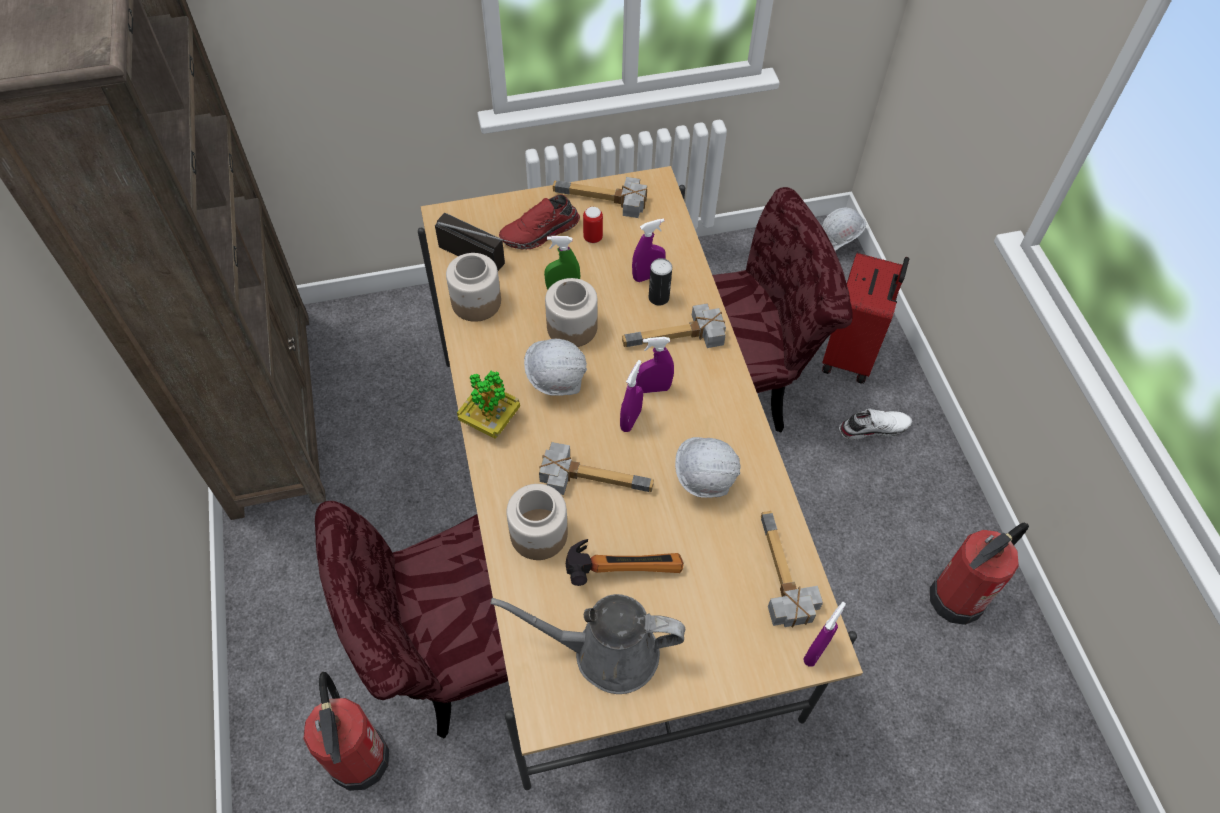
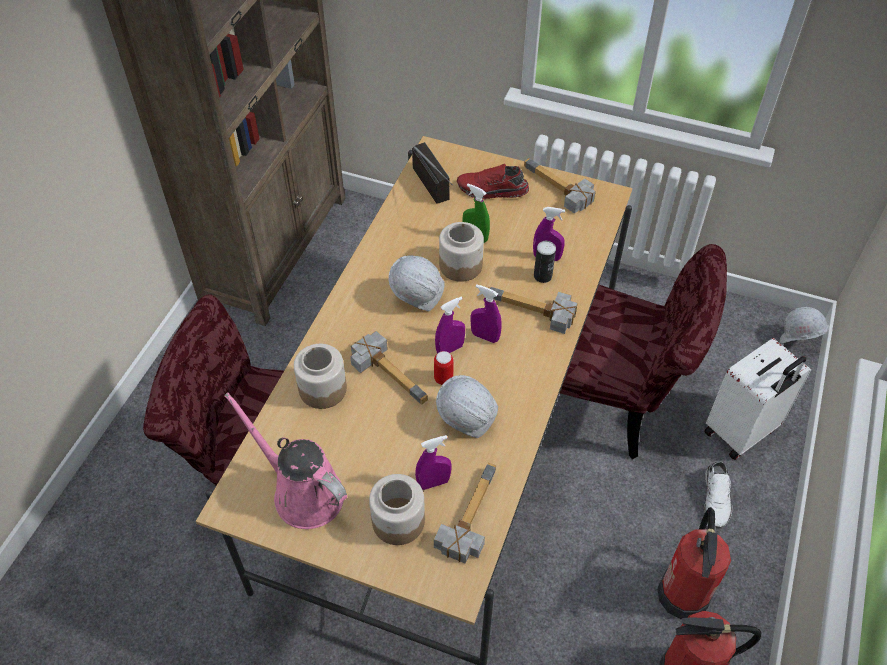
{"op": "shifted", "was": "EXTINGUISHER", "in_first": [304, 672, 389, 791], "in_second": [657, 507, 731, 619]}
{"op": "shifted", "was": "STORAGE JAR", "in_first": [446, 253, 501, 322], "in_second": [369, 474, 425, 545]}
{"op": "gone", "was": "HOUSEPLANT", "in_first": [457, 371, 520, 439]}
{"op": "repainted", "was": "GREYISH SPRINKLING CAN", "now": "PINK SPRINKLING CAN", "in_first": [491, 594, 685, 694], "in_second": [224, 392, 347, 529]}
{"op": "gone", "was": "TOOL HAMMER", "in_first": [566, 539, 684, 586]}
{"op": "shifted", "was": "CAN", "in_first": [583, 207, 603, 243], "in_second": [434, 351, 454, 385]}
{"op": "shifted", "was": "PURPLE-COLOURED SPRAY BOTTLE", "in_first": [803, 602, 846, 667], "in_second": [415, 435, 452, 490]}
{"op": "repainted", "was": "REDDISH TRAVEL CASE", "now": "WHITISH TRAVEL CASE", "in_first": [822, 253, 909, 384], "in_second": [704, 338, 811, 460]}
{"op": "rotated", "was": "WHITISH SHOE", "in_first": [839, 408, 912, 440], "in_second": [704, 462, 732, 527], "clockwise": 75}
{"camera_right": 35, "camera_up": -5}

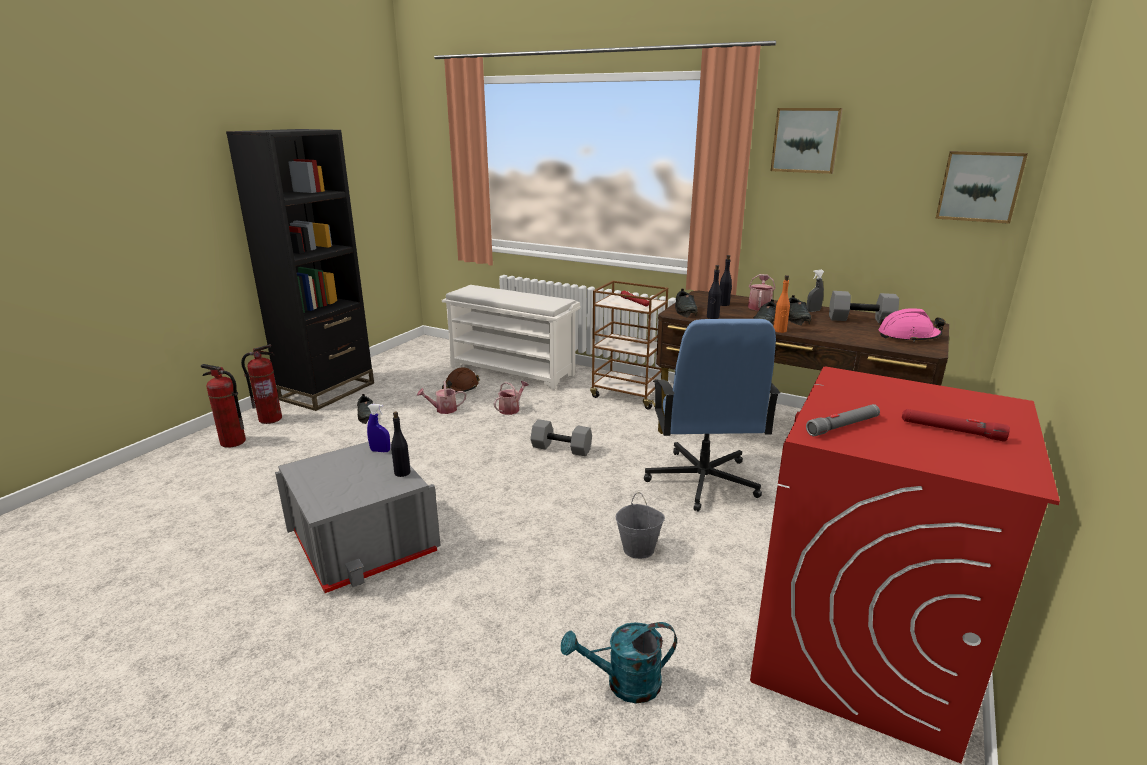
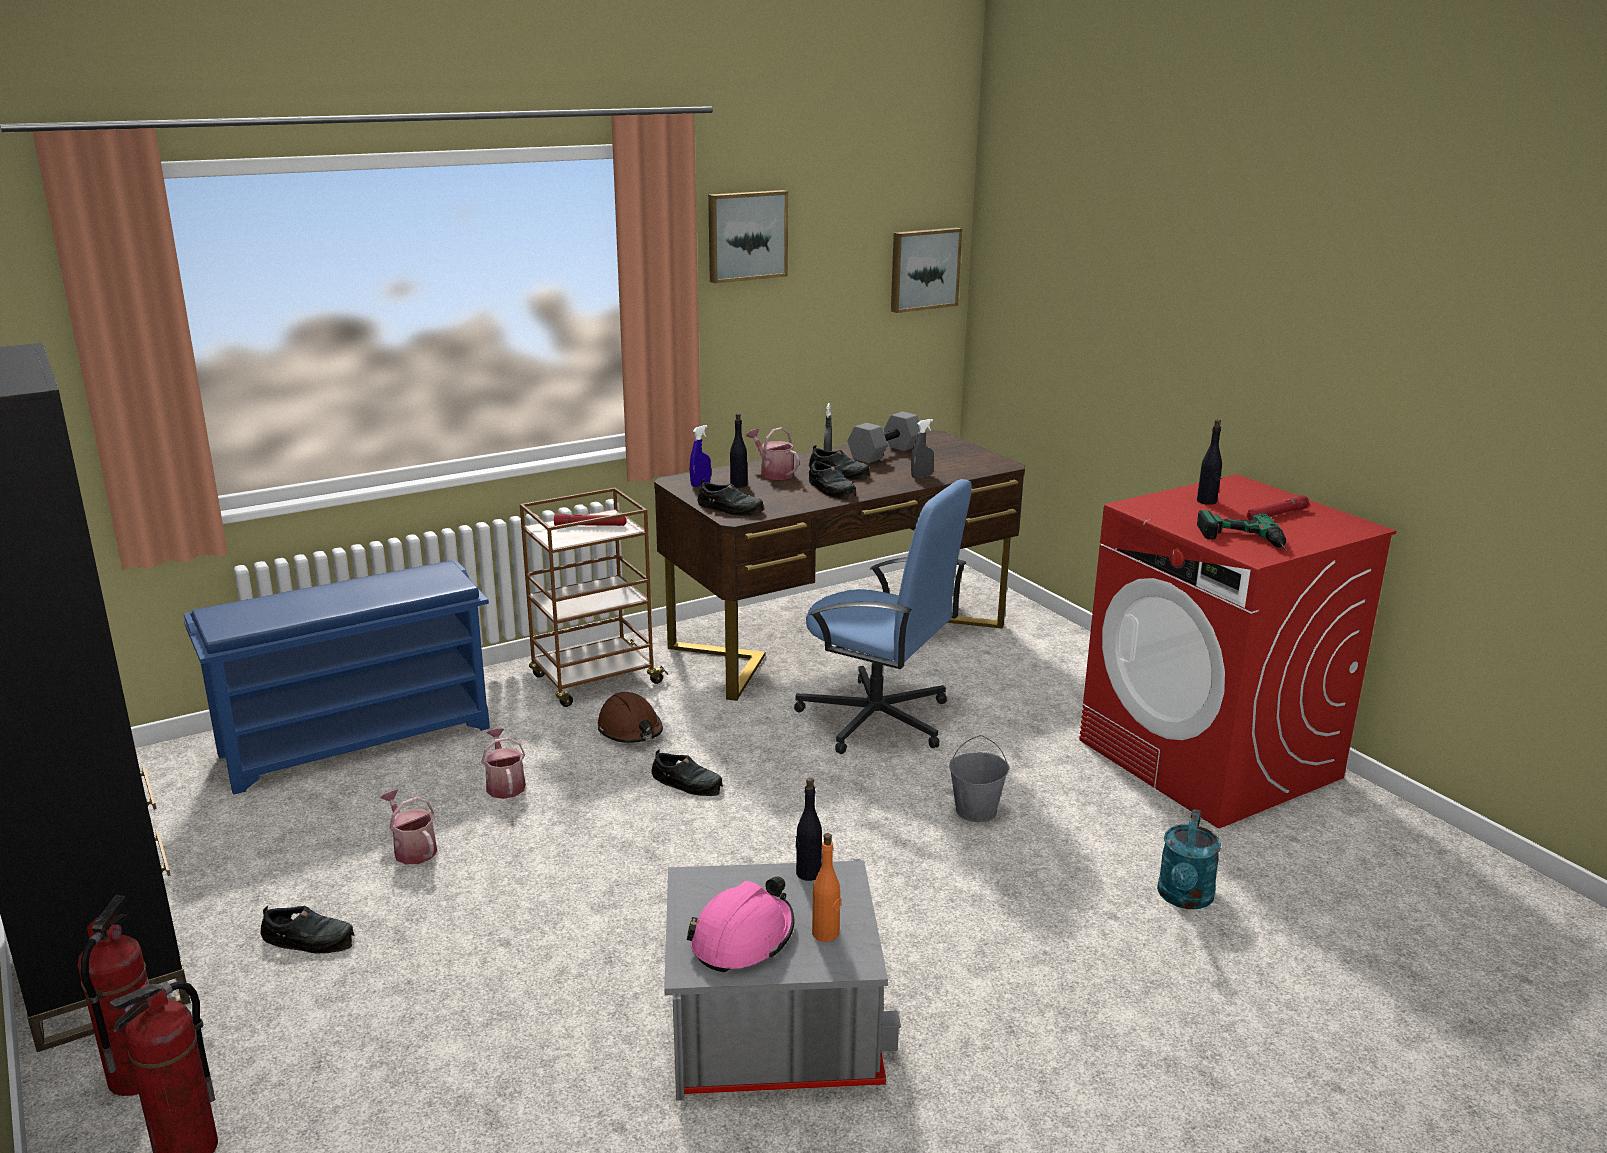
{"op": "shifted", "was": "BLUISH SPRAY BOTTLE", "in_first": [367, 404, 390, 453], "in_second": [690, 425, 711, 487]}
{"op": "rotated", "was": "SPRINKLING CAN", "in_first": [417, 381, 466, 414], "in_second": [380, 790, 438, 865], "clockwise": 120}
{"op": "repainted", "was": "WHITISH SHOE RACK", "now": "BLUISH SHOE RACK", "in_first": [442, 285, 580, 390], "in_second": [184, 561, 490, 795]}
{"op": "shifted", "was": "BROWNISH SAFETY HELMET", "in_first": [442, 367, 480, 392], "in_second": [598, 692, 663, 743]}
{"op": "swapped", "was": "GREYISH FREE WEIGHT", "now": "BLACK-COLOURED SHOE", "in_first": [530, 419, 592, 456], "in_second": [651, 749, 723, 796]}
{"op": "shifted", "was": "BLACK-COLOURED BOTTLE", "in_first": [707, 265, 721, 319], "in_second": [1197, 419, 1222, 505]}
{"op": "shifted", "was": "ORANGEY BOTTLE", "in_first": [774, 275, 790, 333], "in_second": [812, 833, 841, 942]}
{"op": "swapped", "was": "GREYISH FLASHLIGHT", "now": "ELECTRIC DRILL", "in_first": [806, 404, 880, 436], "in_second": [1197, 510, 1287, 551]}
{"op": "shifted", "was": "PINK SAFETY HELMET", "in_first": [879, 308, 945, 342], "in_second": [687, 876, 794, 972]}
{"op": "new", "now": "GREYISH SPRAY BOTTLE", "in_second": [911, 419, 934, 479]}
{"camera_right": -60, "camera_up": 0}

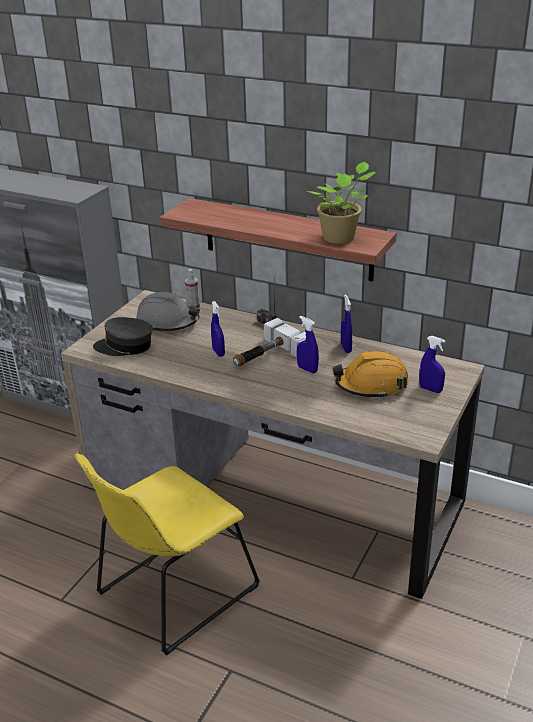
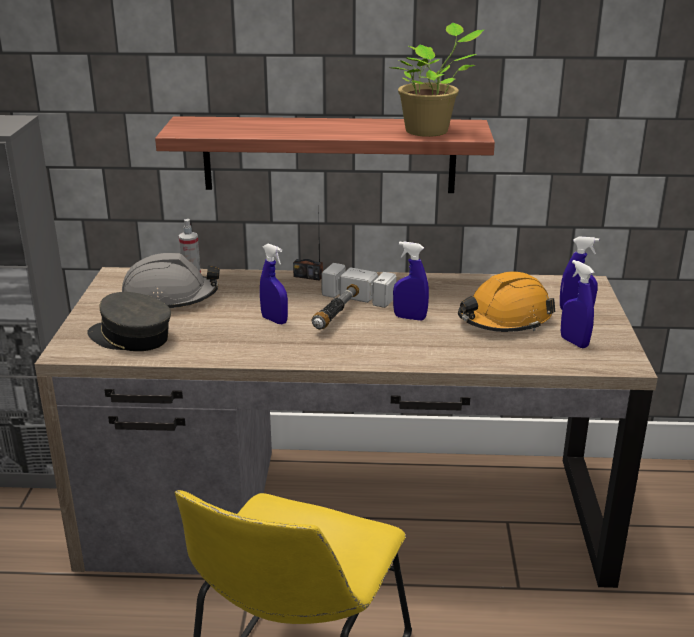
{"op": "rotated", "was": "GREYISH CAP", "in_first": [93, 317, 153, 356], "in_second": [87, 292, 171, 351], "clockwise": 45}
{"op": "shifted", "was": "BLUISH SPRAY BOTTLE", "in_first": [341, 294, 352, 353], "in_second": [561, 260, 594, 348]}
{"camera_right": -25, "camera_up": -5}

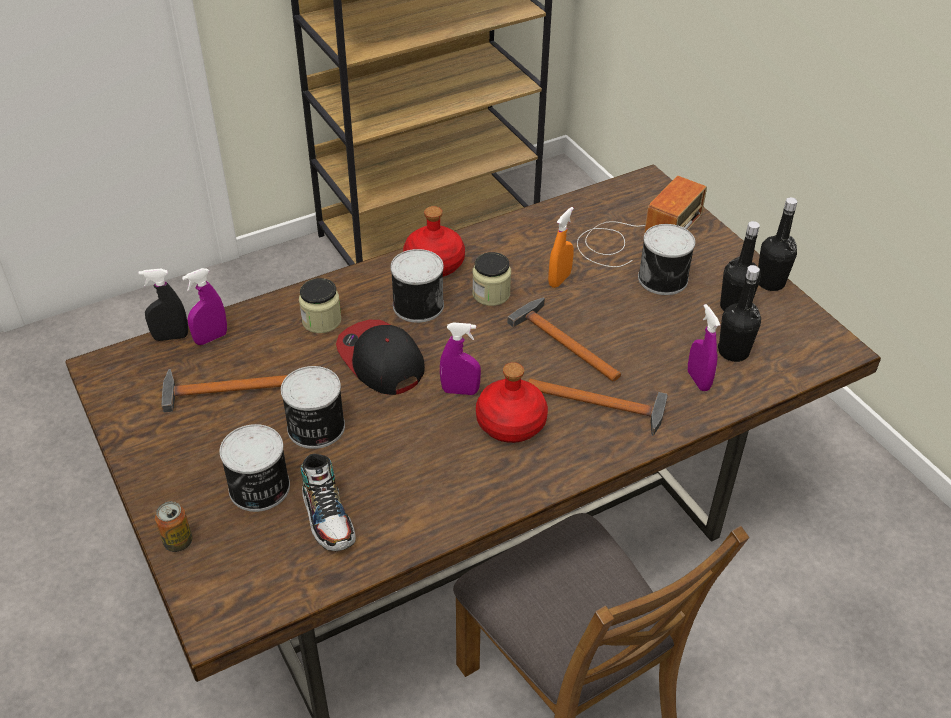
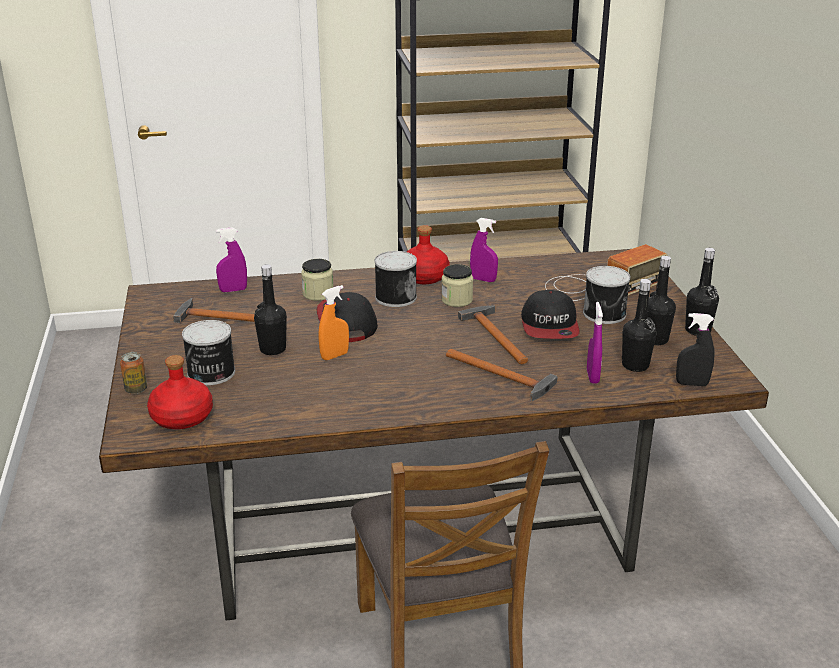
{"op": "shifted", "was": "BLACK-COLOURED SPRAY BOTTLE", "in_first": [139, 269, 188, 341], "in_second": [676, 313, 714, 386]}
{"op": "swapped", "was": "CAN", "now": "BLACK-COLOURED BOTTLE", "in_first": [281, 366, 345, 449], "in_second": [254, 264, 287, 355]}
{"op": "gone", "was": "SHOE", "in_first": [301, 454, 356, 551]}
{"op": "shifted", "was": "PURPLE-COLOURED SPRAY BOTTLE", "in_first": [440, 323, 481, 395], "in_second": [470, 218, 498, 282]}
{"op": "shifted", "was": "REDDISH BOTTLE", "in_first": [476, 362, 548, 443], "in_second": [147, 355, 213, 429]}
{"op": "shifted", "was": "ORANGEY SPRAY BOTTLE", "in_first": [548, 207, 574, 288], "in_second": [319, 285, 349, 360]}
{"op": "new", "now": "CAP", "in_second": [521, 290, 580, 339]}
{"camera_right": 20, "camera_up": -15}

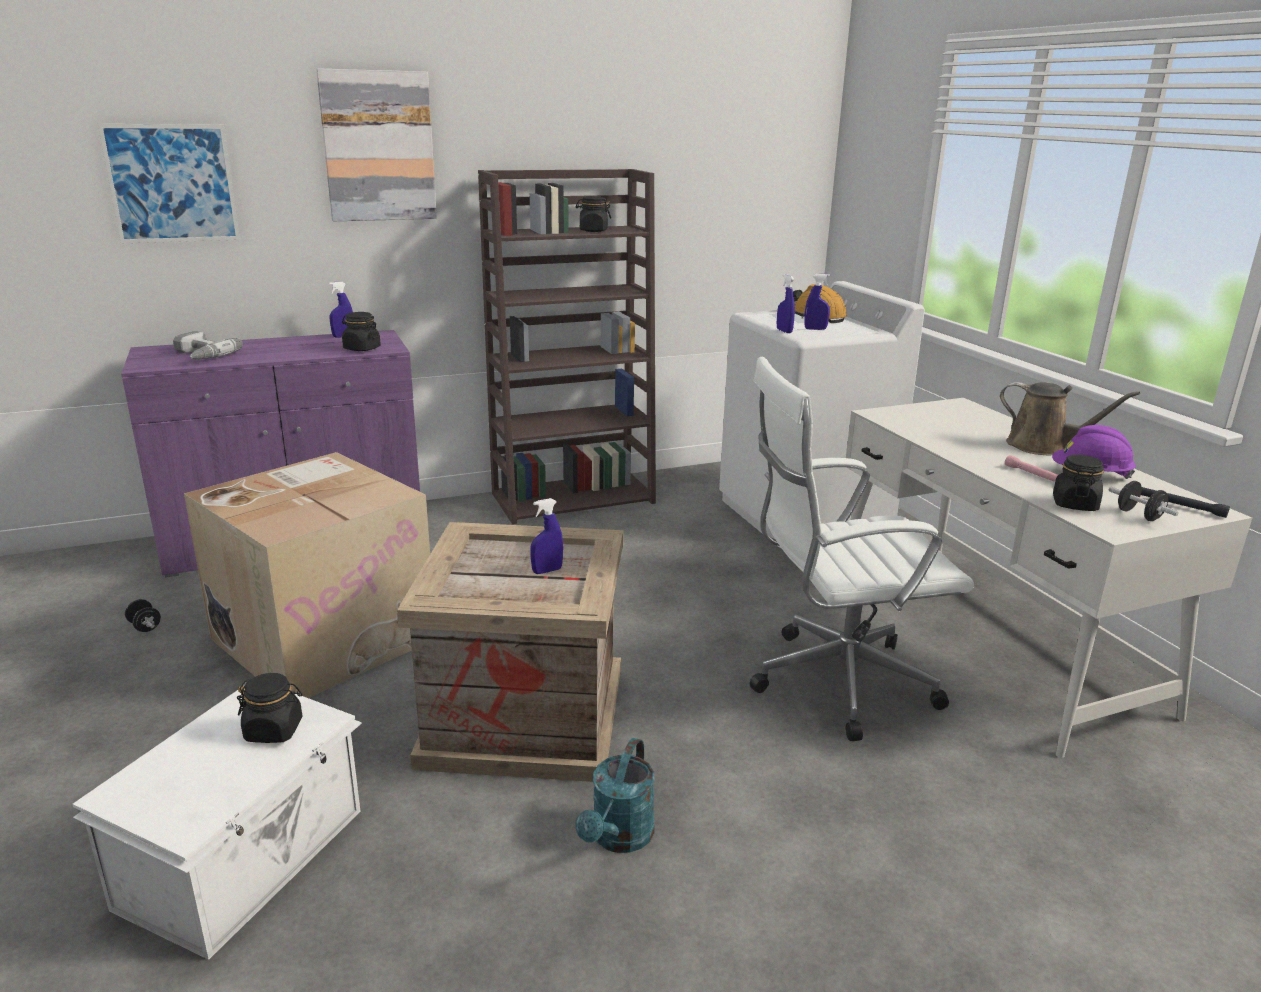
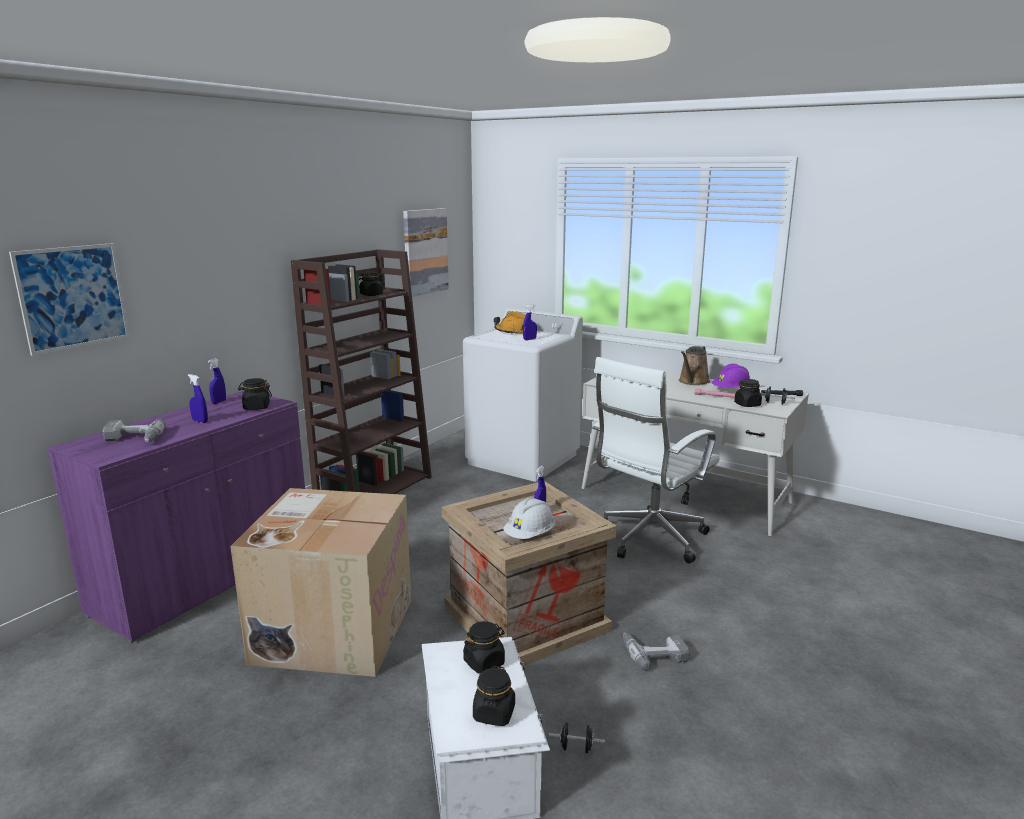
{"op": "shifted", "was": "BLACK-COLOURED FREE WEIGHT", "in_first": [125, 599, 161, 632], "in_second": [549, 722, 605, 753]}
{"op": "shifted", "was": "WALL ART", "in_first": [316, 68, 437, 221], "in_second": [403, 208, 449, 297]}
{"op": "swapped", "was": "TURQUOISE-COLOURED SPRINKLING CAN", "now": "ELECTRIC DRILL", "in_first": [576, 738, 655, 853], "in_second": [623, 632, 690, 670]}
{"op": "shifted", "was": "BLUISH SPRAY BOTTLE", "in_first": [777, 274, 795, 333], "in_second": [188, 374, 208, 423]}
{"op": "rotated", "was": "BROWNISH SPRINKLING CAN", "in_first": [1000, 382, 1140, 455], "in_second": [679, 346, 710, 385], "clockwise": 120}
{"op": "new", "now": "BLACK-COLOURED STORAGE JAR", "in_second": [473, 666, 515, 726]}
{"op": "new", "now": "WHITISH SAFETY HELMET", "in_second": [503, 497, 555, 539]}
{"camera_right": -35, "camera_up": -5}

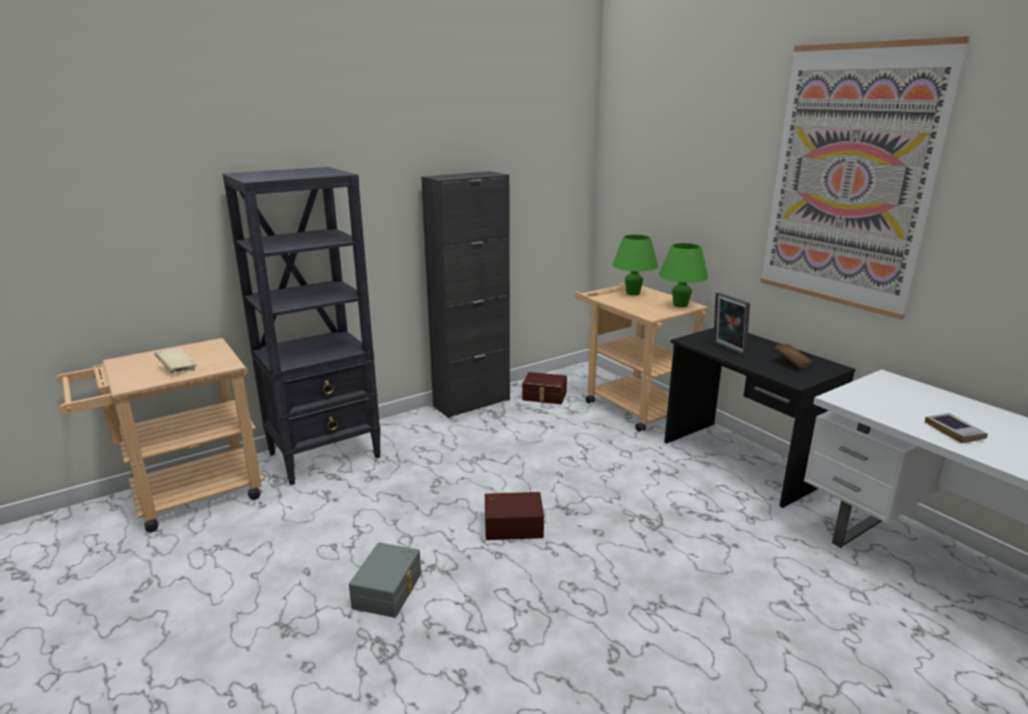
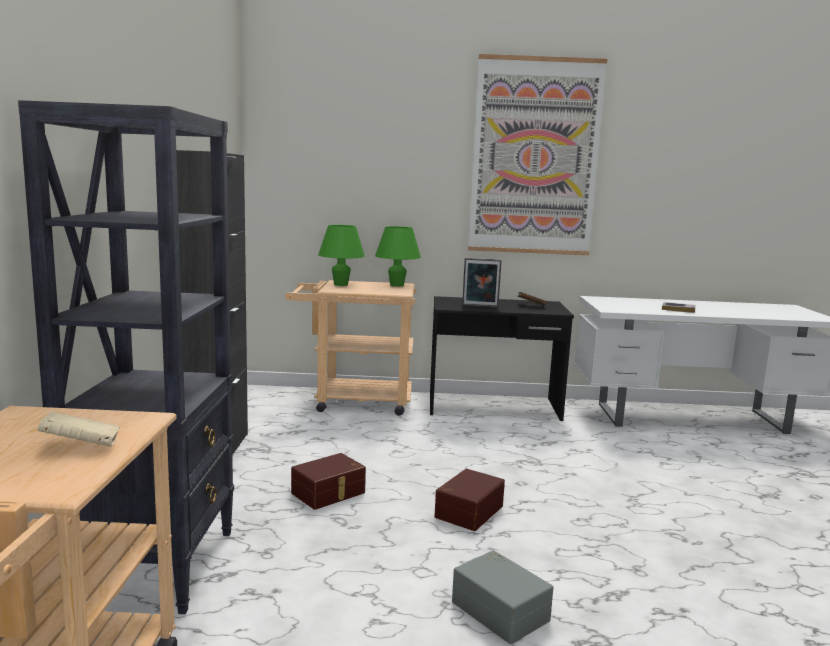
{"op": "shifted", "was": "BROWNISH STORAGE CONTAINER", "in_first": [522, 372, 567, 404], "in_second": [291, 453, 366, 510]}
{"camera_right": -55, "camera_up": -10}

